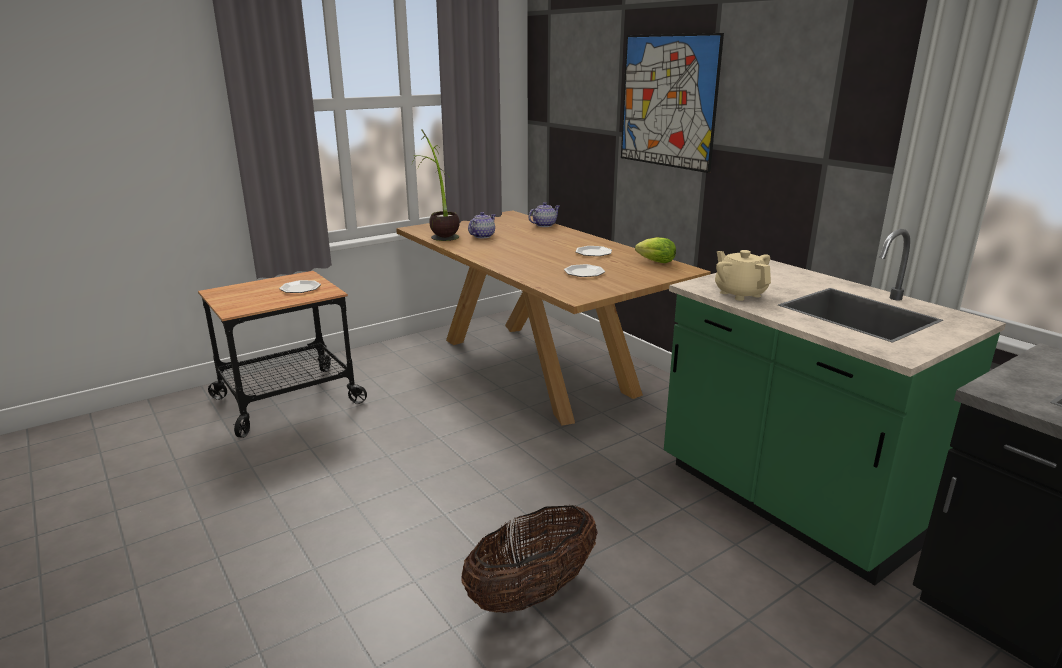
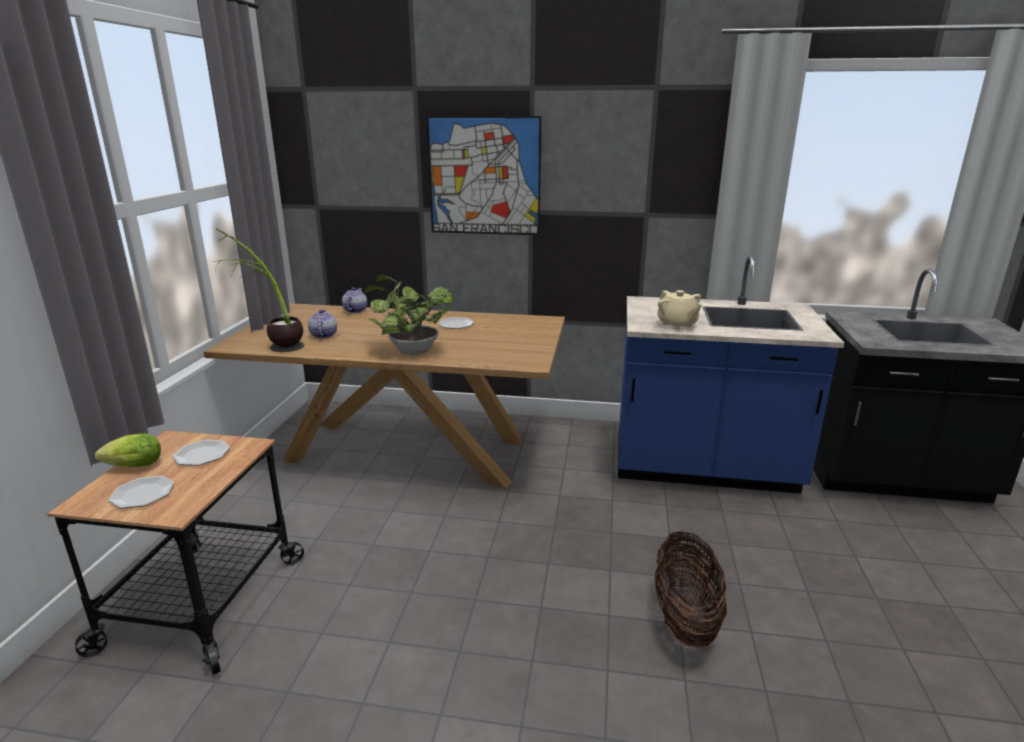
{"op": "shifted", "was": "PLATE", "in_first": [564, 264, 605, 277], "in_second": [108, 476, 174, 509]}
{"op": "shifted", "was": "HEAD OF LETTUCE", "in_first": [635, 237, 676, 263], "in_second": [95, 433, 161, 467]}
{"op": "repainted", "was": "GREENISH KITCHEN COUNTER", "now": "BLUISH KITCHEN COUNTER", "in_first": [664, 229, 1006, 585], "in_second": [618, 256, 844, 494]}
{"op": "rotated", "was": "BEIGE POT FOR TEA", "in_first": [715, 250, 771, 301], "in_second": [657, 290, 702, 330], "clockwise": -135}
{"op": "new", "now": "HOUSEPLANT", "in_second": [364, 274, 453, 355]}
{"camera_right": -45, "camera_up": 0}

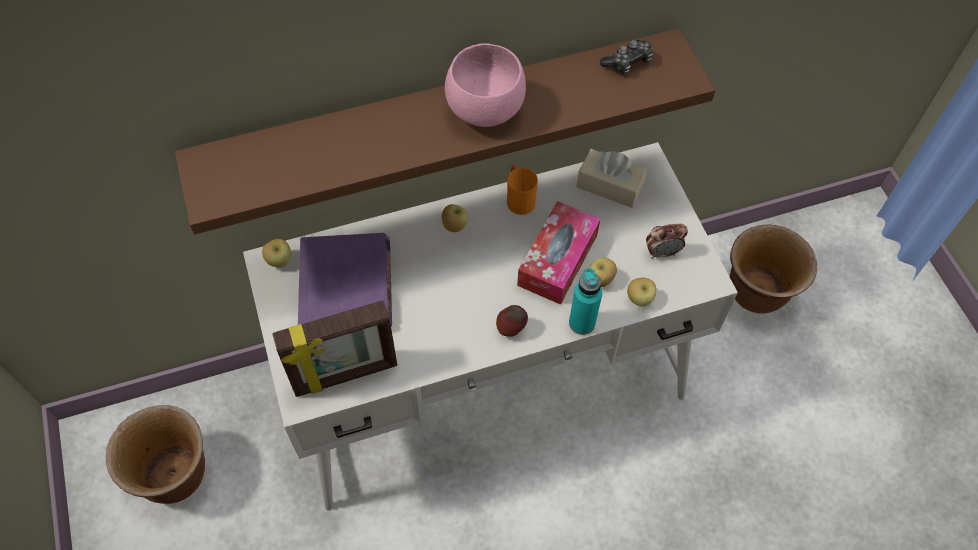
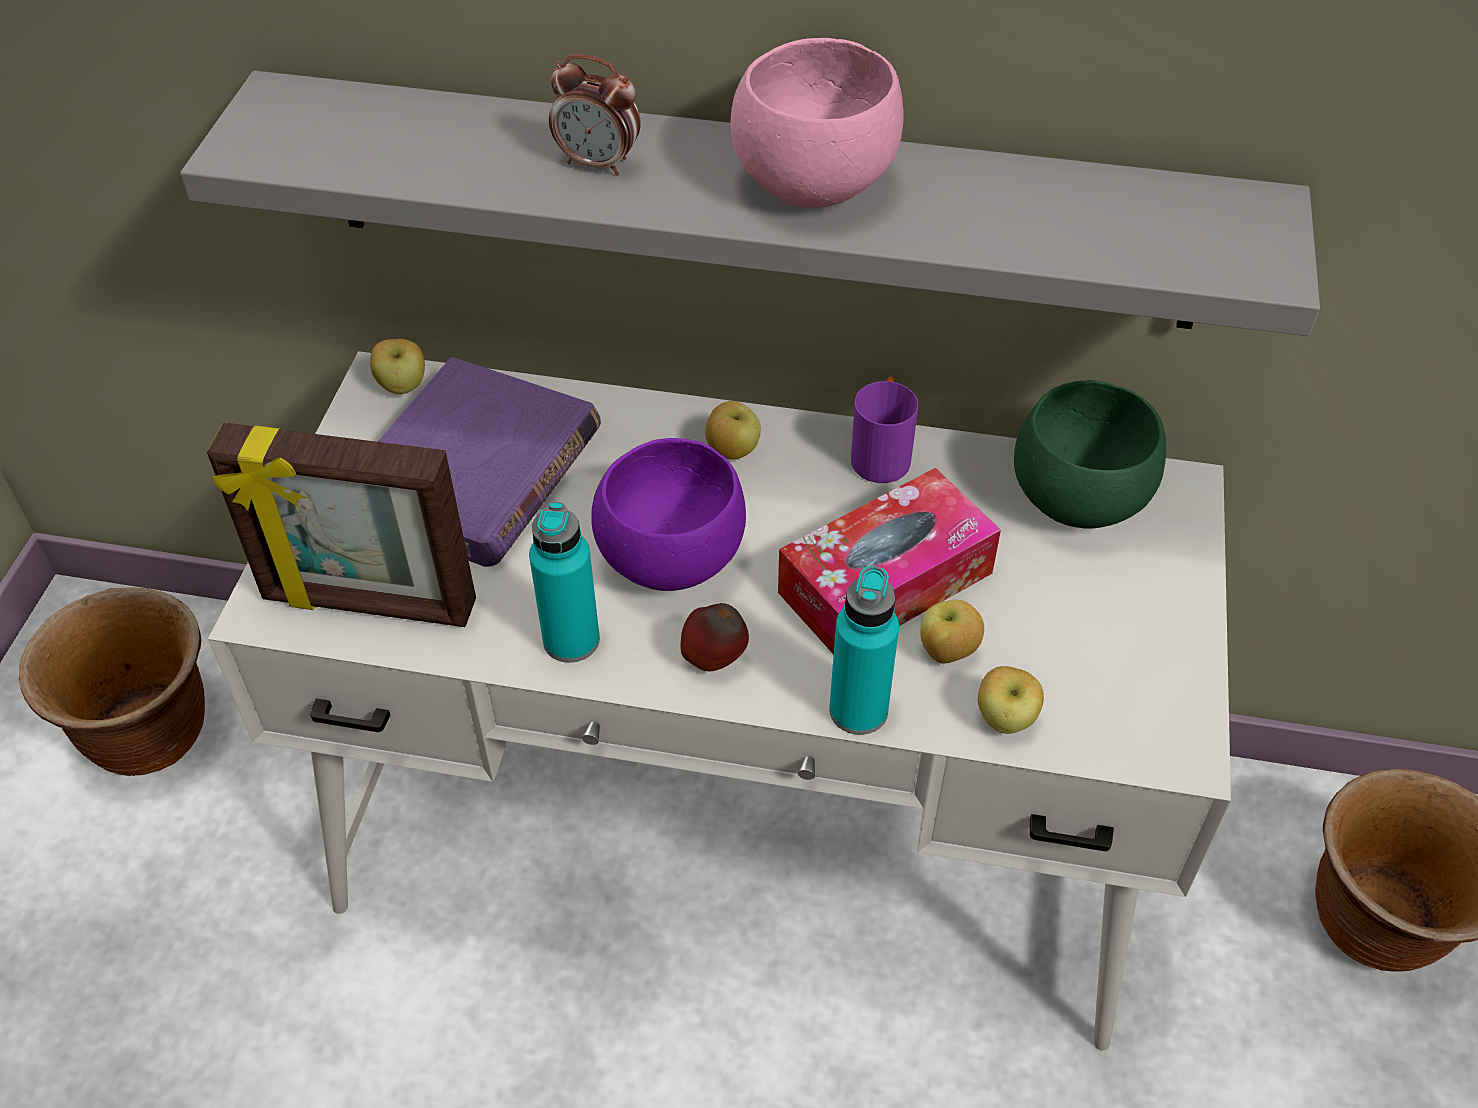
{"op": "repainted", "was": "BROWNISH SHELF", "now": "GREYISH SHELF", "in_first": [175, 28, 716, 234], "in_second": [180, 71, 1320, 336]}
{"op": "repainted", "was": "ORANGEY MUG", "now": "PURPLE-COLOURED MUG", "in_first": [507, 164, 538, 215], "in_second": [851, 377, 918, 483]}
{"op": "swapped", "was": "BEIGE TISSUE BOX", "now": "GREENISH SERVING BOWL", "in_first": [576, 149, 647, 208], "in_second": [1014, 380, 1166, 529]}
{"op": "gone", "was": "GAMEPAD", "in_first": [600, 40, 653, 75]}
{"op": "shifted", "was": "BEDSIDE CLOCK", "in_first": [646, 224, 688, 259], "in_second": [549, 54, 641, 176]}
{"op": "new", "now": "TURQUOISE-COLOURED BOTTLE", "in_second": [529, 502, 600, 663]}
{"op": "new", "now": "PURPLE-COLOURED SERVING BOWL", "in_second": [591, 438, 746, 591]}
{"camera_right": 30, "camera_up": -10}

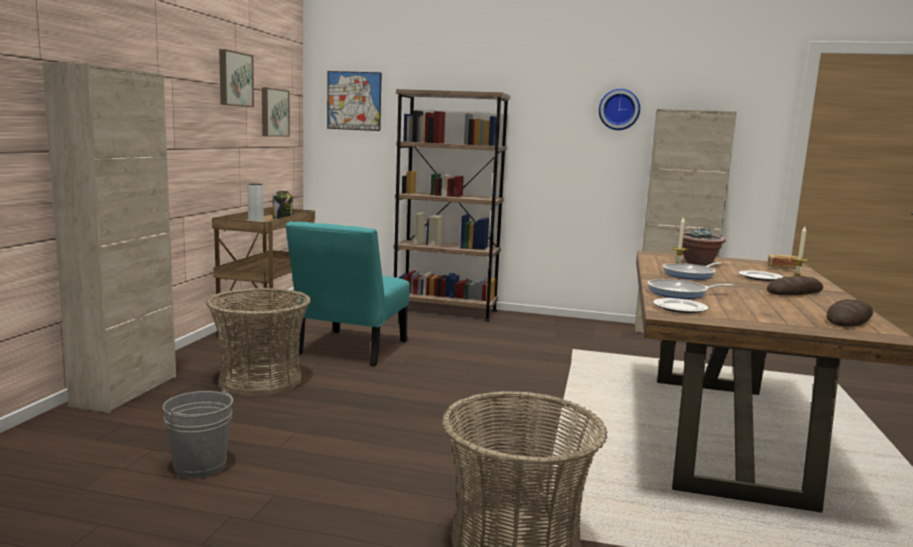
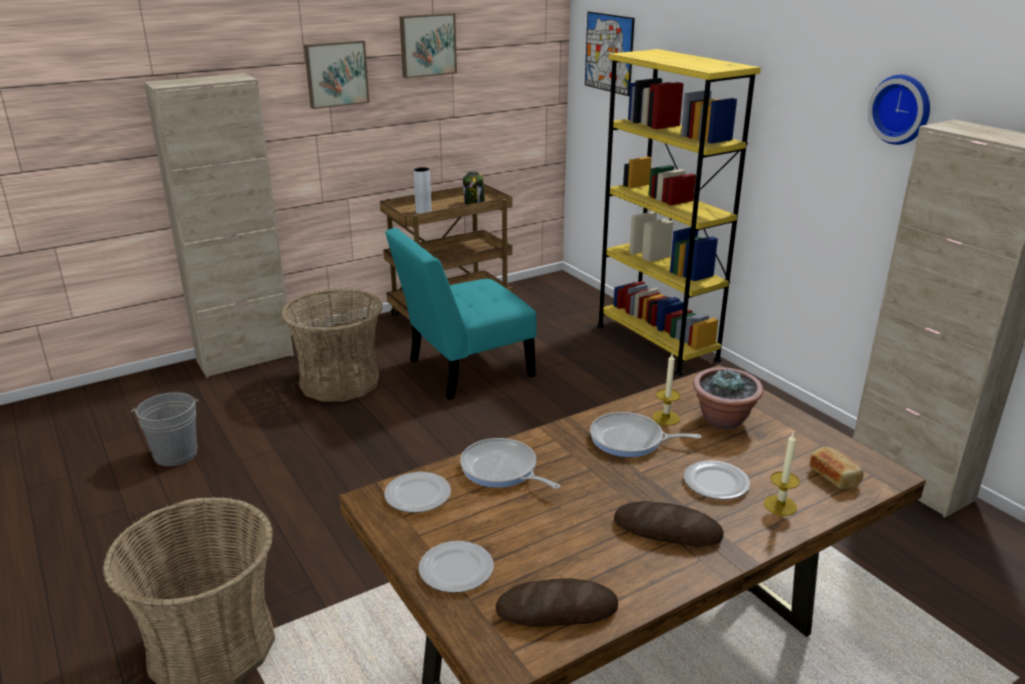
{"op": "shifted", "was": "WALL ART", "in_first": [262, 87, 290, 137], "in_second": [304, 40, 369, 109]}
{"op": "repainted", "was": "BROWNISH BOOKSHELF", "now": "YELLOW BOOKSHELF", "in_first": [394, 89, 510, 321], "in_second": [597, 49, 761, 375]}
{"op": "new", "now": "PLATE", "in_second": [419, 541, 494, 593]}
{"camera_right": 45, "camera_up": 15}

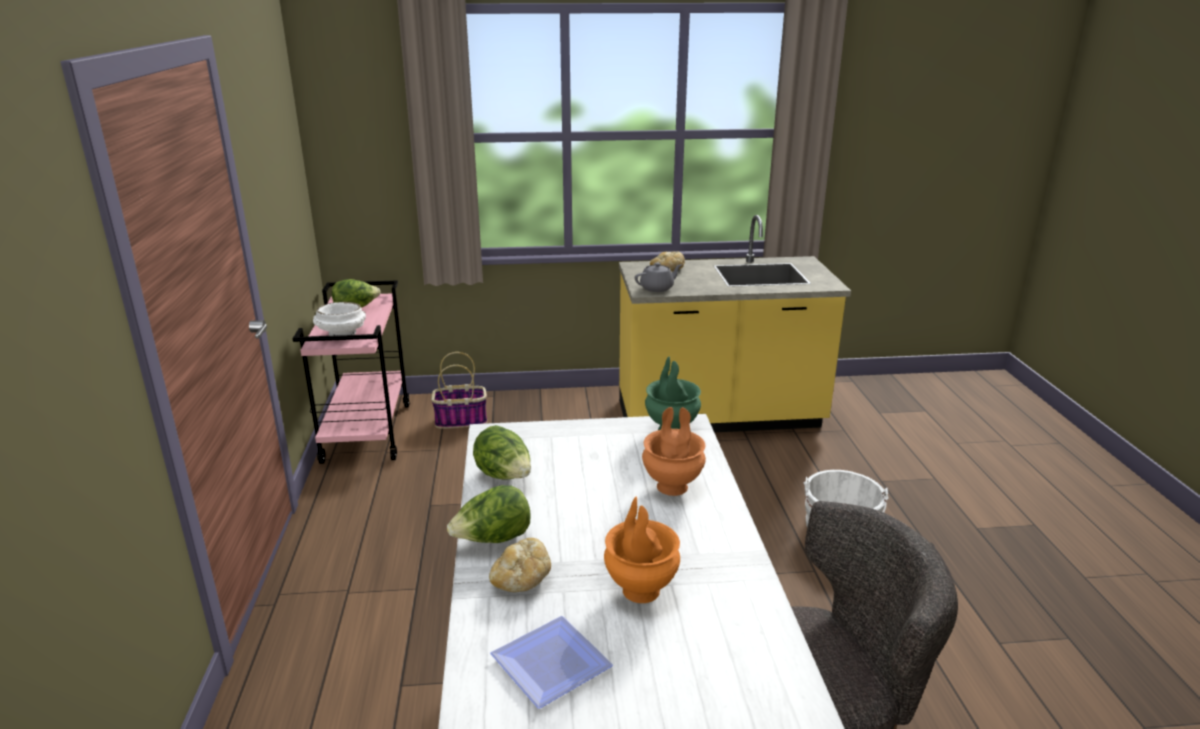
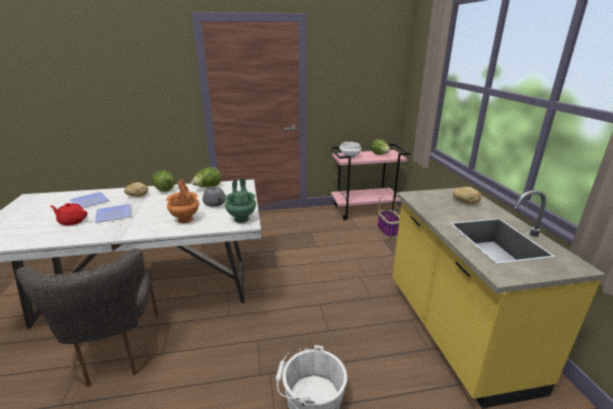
{"op": "swapped", "was": "ORANGEY DECORATIVE VASE", "now": "PLATE", "in_first": [604, 496, 680, 603], "in_second": [95, 204, 131, 223]}
{"op": "shifted", "was": "GREYISH POT FOR TEA", "in_first": [635, 263, 682, 292], "in_second": [203, 187, 226, 207]}
{"op": "new", "now": "REDDISH POT FOR TEA", "in_second": [50, 203, 88, 226]}
{"camera_right": 85, "camera_up": 0}

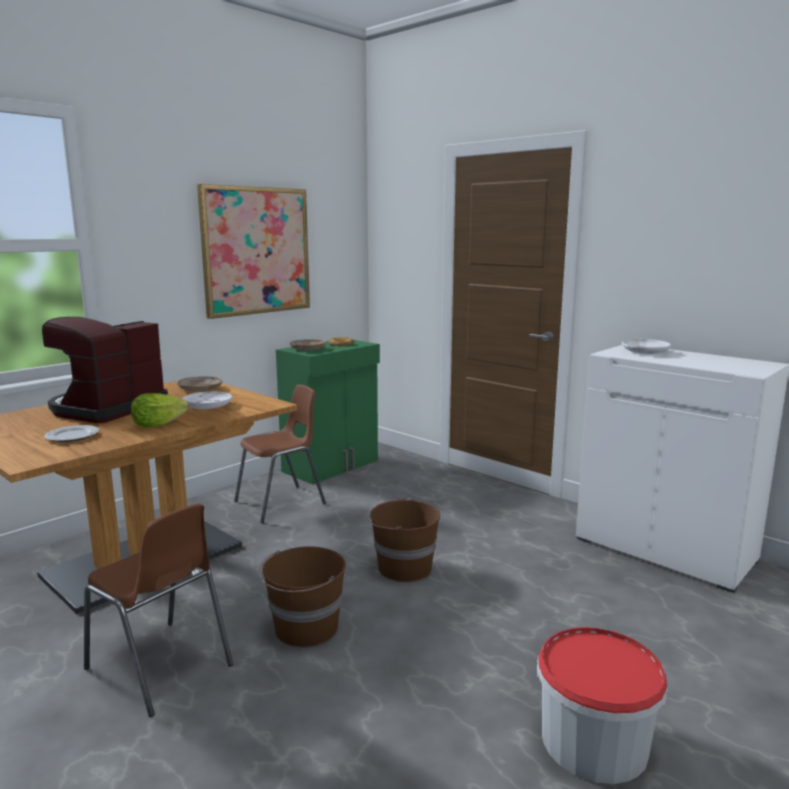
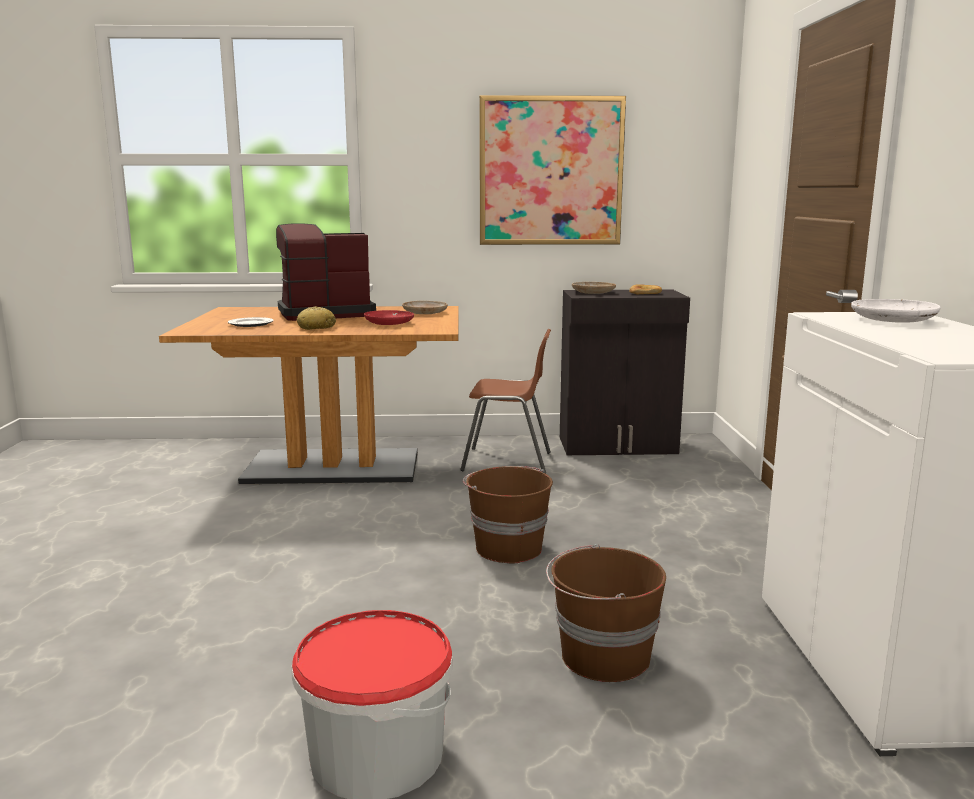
{"op": "gone", "was": "BROWNISH PLAIN CHAIR", "in_first": [84, 503, 233, 717]}
{"op": "swapped", "was": "HEAD OF LETTUCE", "now": "BAKERY BREAD", "in_first": [131, 393, 188, 427], "in_second": [297, 306, 336, 330]}
{"op": "repainted", "was": "WHITISH PLATE", "now": "REDDISH PLATE", "in_first": [183, 392, 233, 409], "in_second": [364, 310, 414, 325]}
{"op": "shifted", "was": "BROWNISH PAIL", "in_first": [259, 546, 346, 647], "in_second": [546, 544, 666, 682]}
{"op": "repainted", "was": "GREENISH CABINET", "now": "BLACK-COLOURED CABINET", "in_first": [276, 340, 380, 484], "in_second": [560, 289, 690, 455]}
{"camera_right": 45, "camera_up": 0}

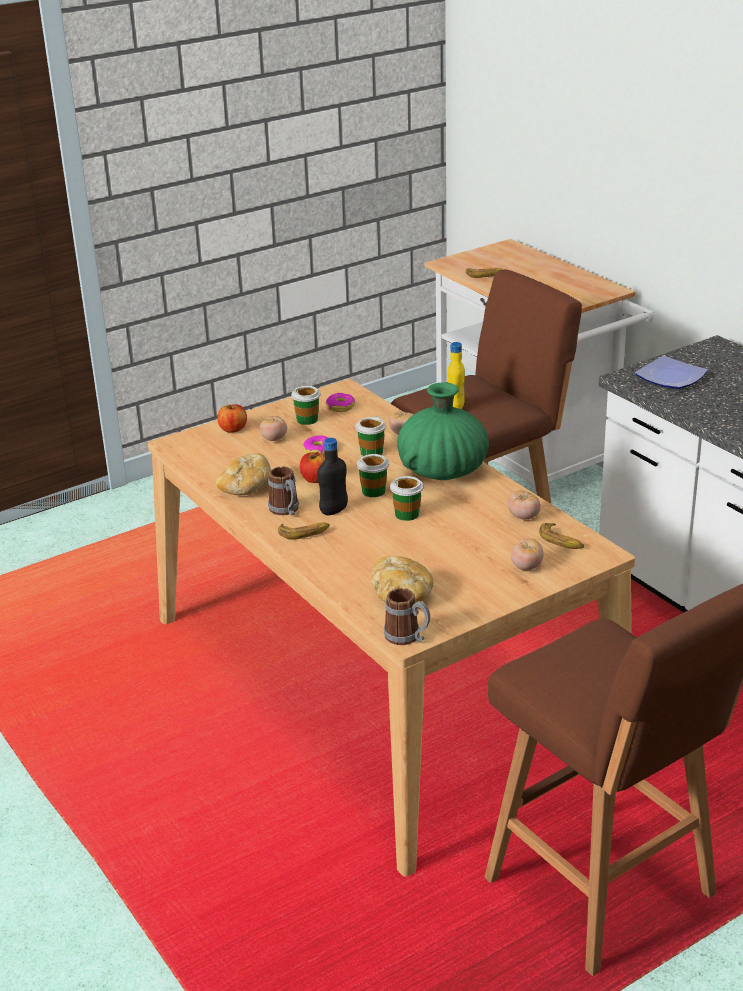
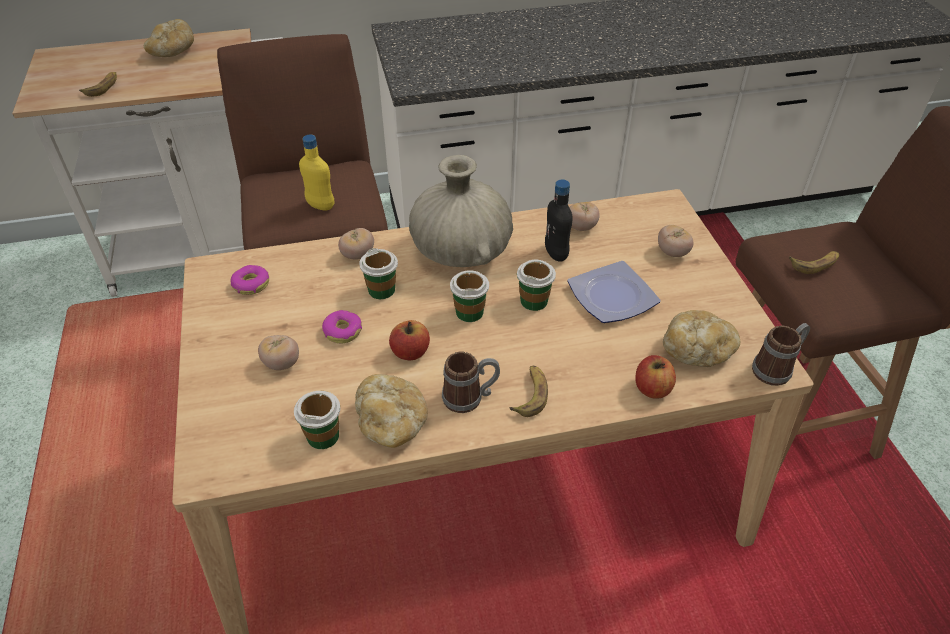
{"op": "shifted", "was": "WHOLE APPLE", "in_first": [217, 404, 247, 433], "in_second": [635, 355, 676, 399]}
{"op": "shifted", "was": "SMALL CUP", "in_first": [291, 386, 321, 425], "in_second": [294, 391, 340, 449]}
{"op": "shifted", "was": "BLACK-COLOURED BOTTLE", "in_first": [318, 438, 348, 515], "in_second": [545, 179, 572, 262]}
{"op": "repainted", "was": "GREENISH DECORATIVE VASE", "now": "BEIGE DECORATIVE VASE", "in_first": [397, 382, 489, 480], "in_second": [409, 155, 513, 267]}
{"op": "shifted", "was": "WHOLE BANANA", "in_first": [539, 523, 584, 549], "in_second": [789, 251, 839, 274]}
{"op": "shifted", "was": "PLATE", "in_first": [634, 356, 708, 389], "in_second": [567, 261, 661, 323]}
{"op": "new", "now": "BAKERY BREAD", "in_second": [144, 19, 194, 57]}
{"camera_right": -70, "camera_up": 15}

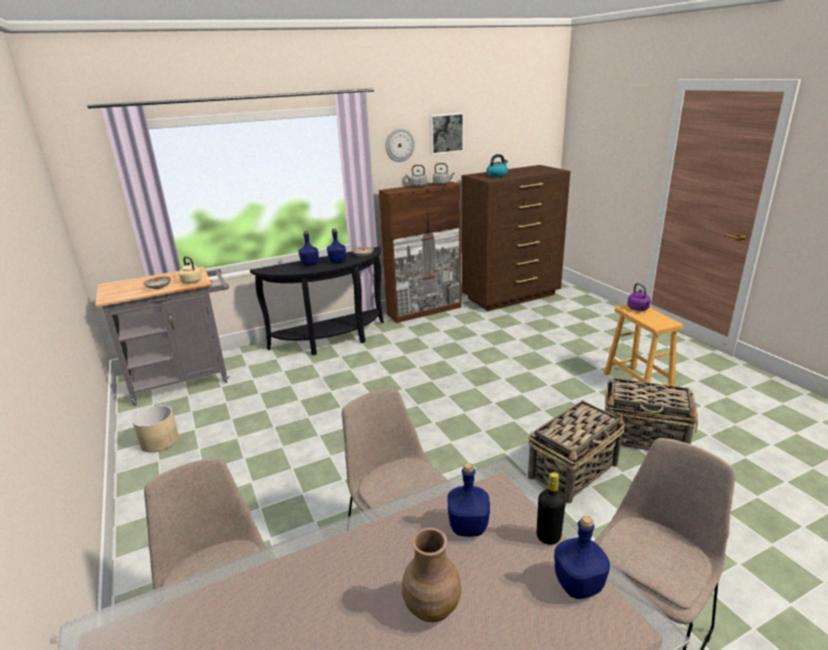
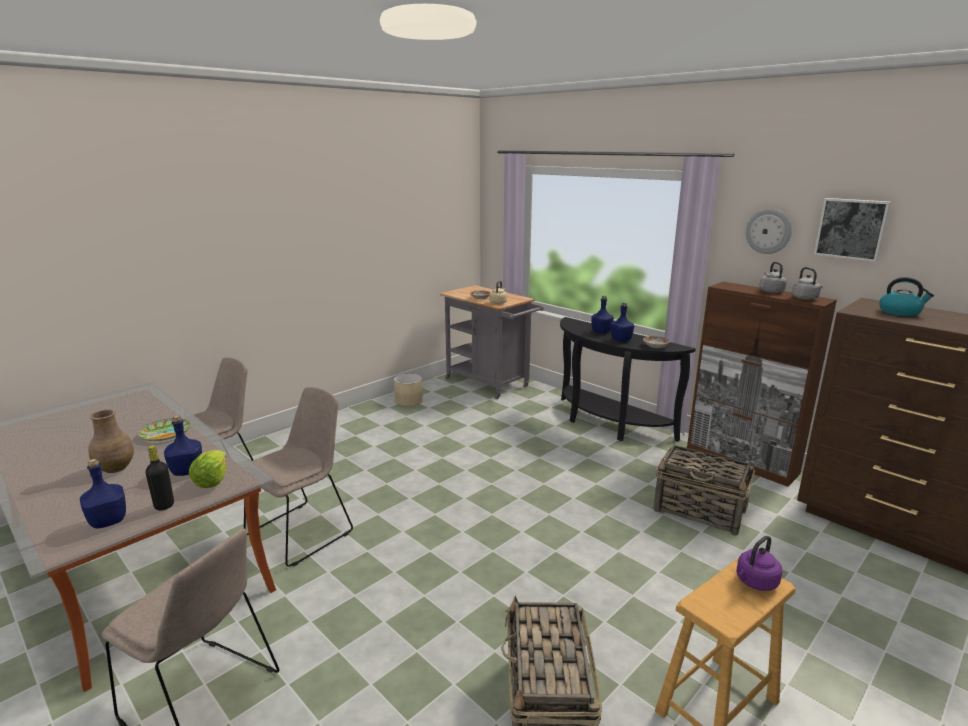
{"op": "shifted", "was": "STORAGE BASKET", "in_first": [528, 400, 625, 503], "in_second": [654, 445, 755, 536]}
{"op": "new", "now": "PLATE", "in_second": [138, 418, 191, 441]}
{"op": "new", "now": "HEAD OF LETTUCE", "in_second": [189, 450, 226, 488]}
{"camera_right": 70, "camera_up": -5}

